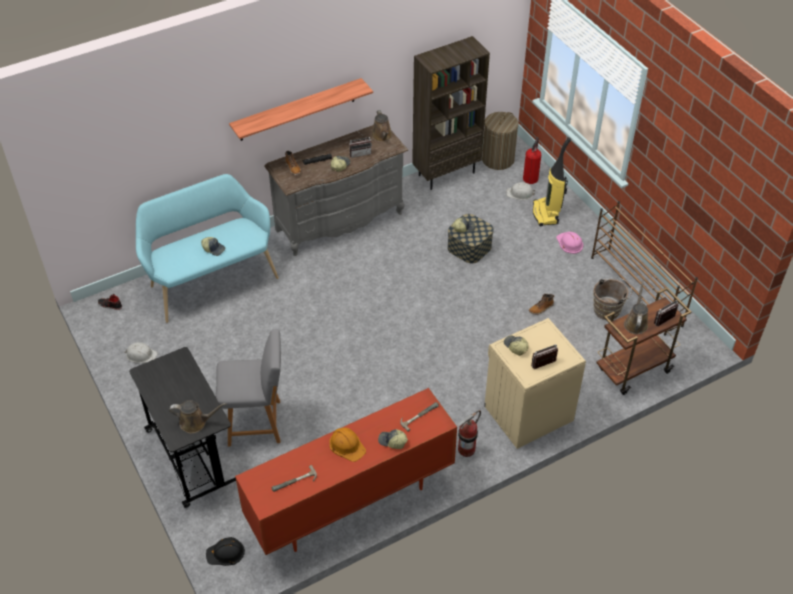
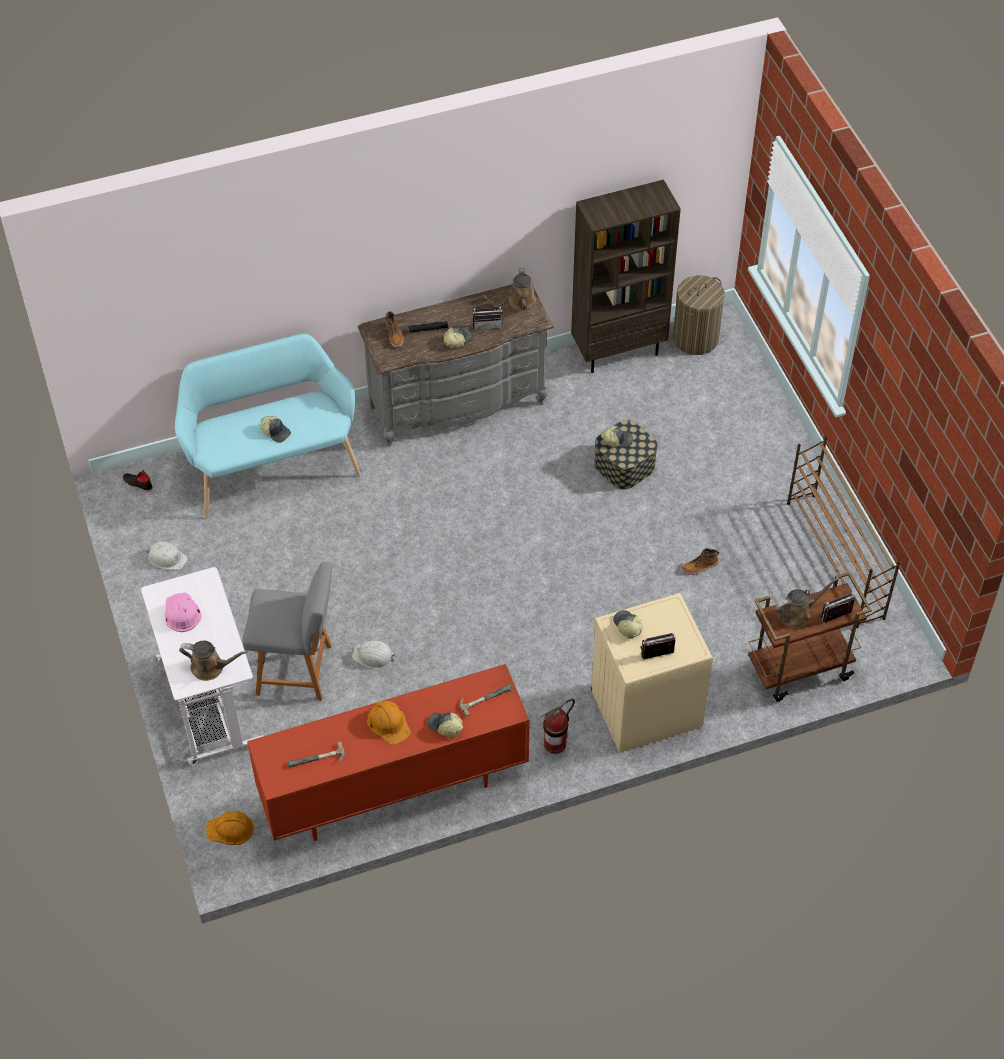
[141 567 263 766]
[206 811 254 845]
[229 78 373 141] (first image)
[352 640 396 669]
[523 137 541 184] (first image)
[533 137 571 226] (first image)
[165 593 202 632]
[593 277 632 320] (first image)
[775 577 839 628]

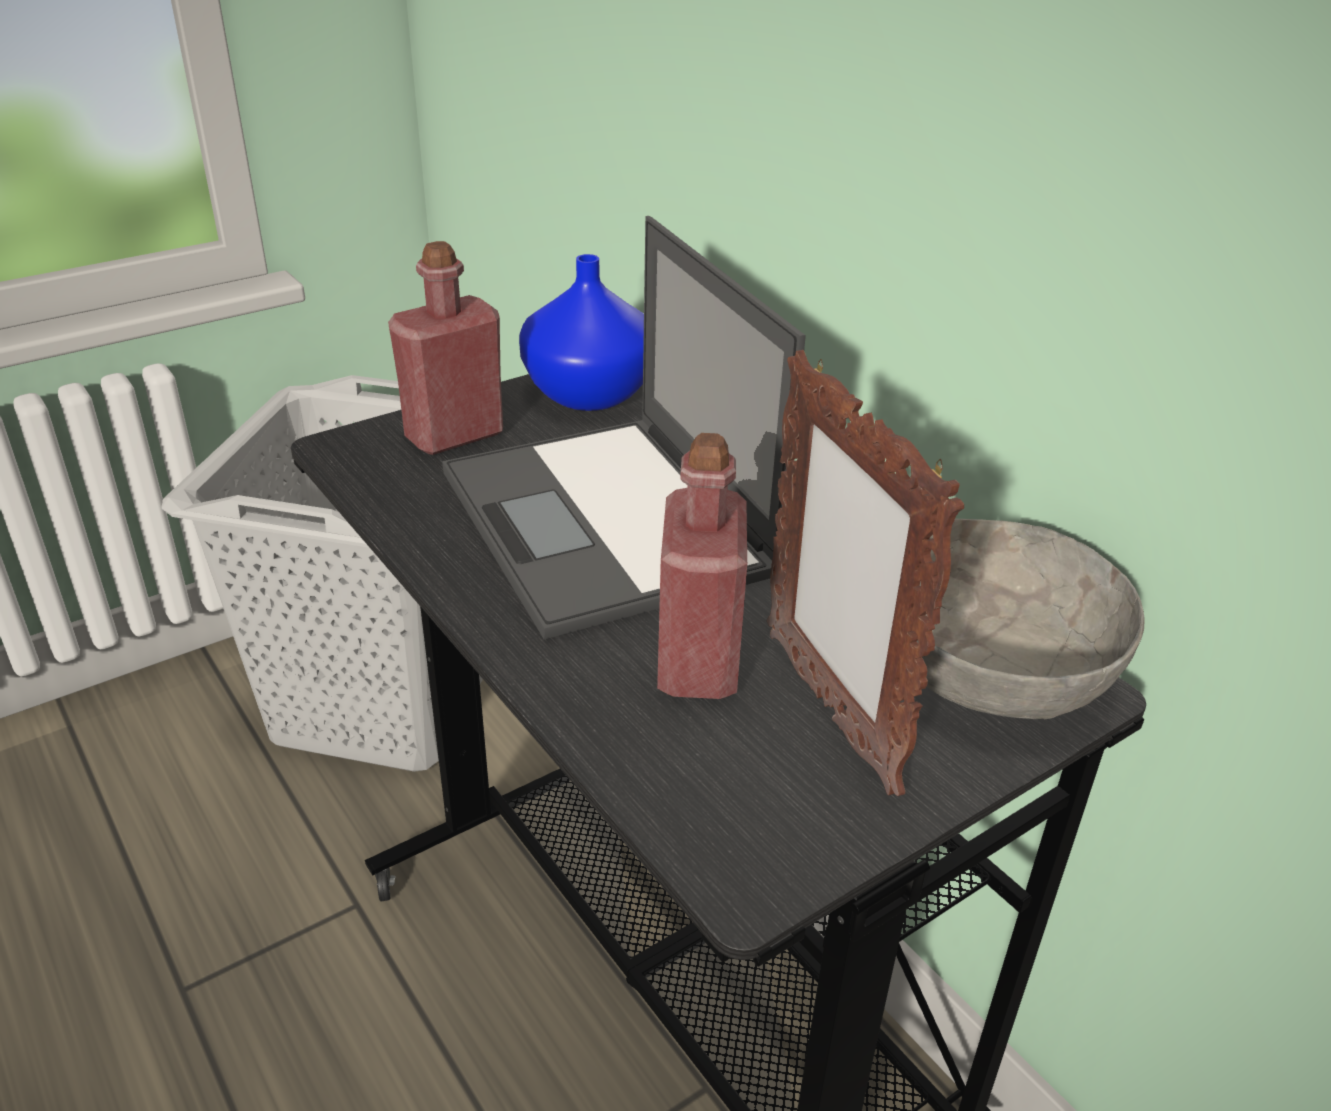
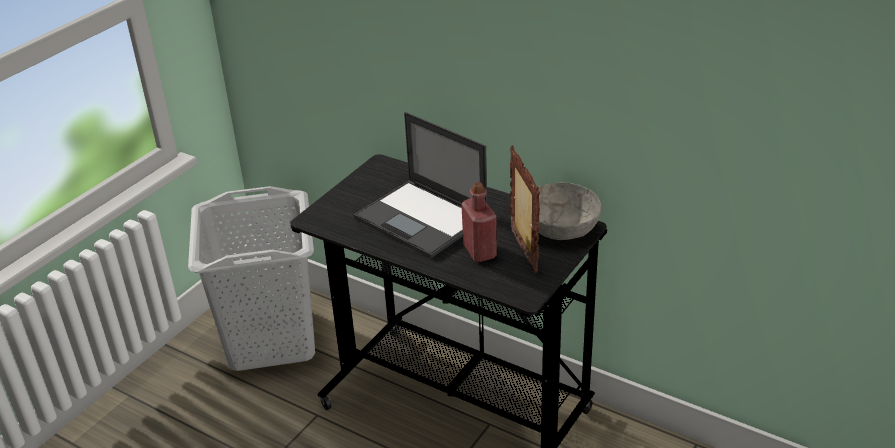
[388 241 503 455] (first image)
[519 254 644 411] (first image)
[510 145 540 273]

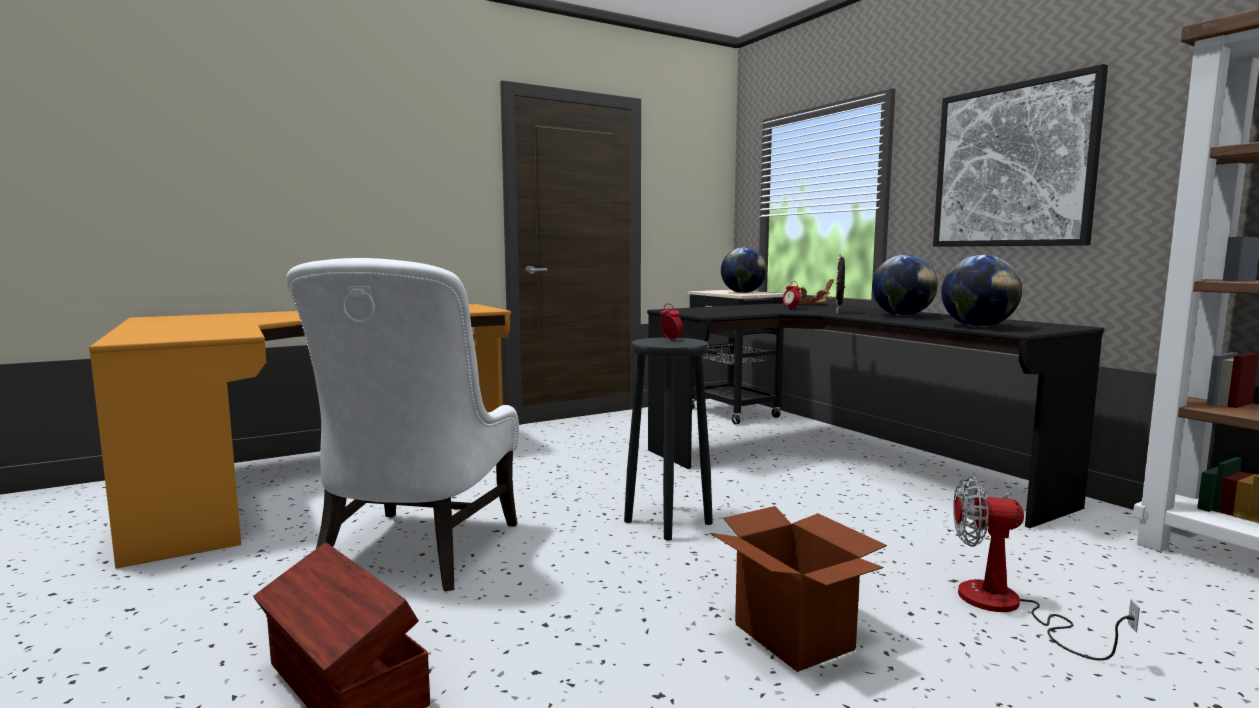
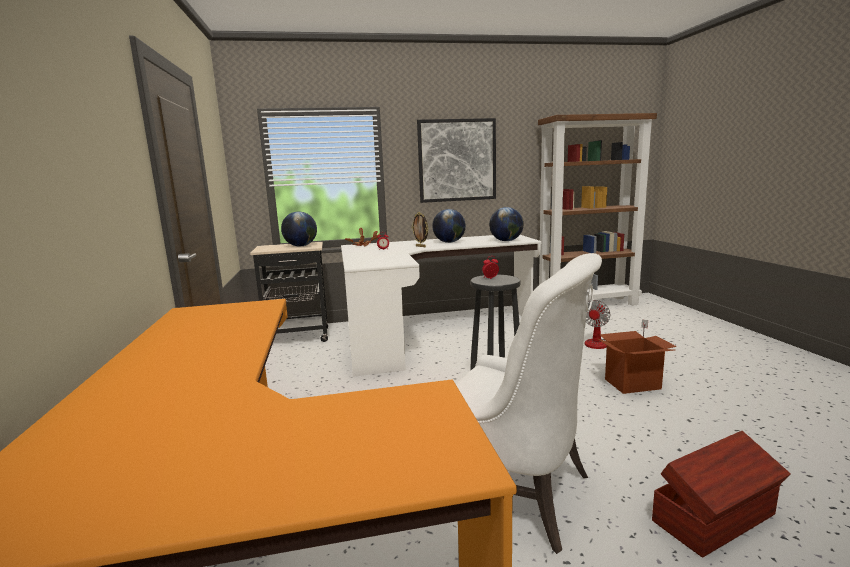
[341 235 542 377]

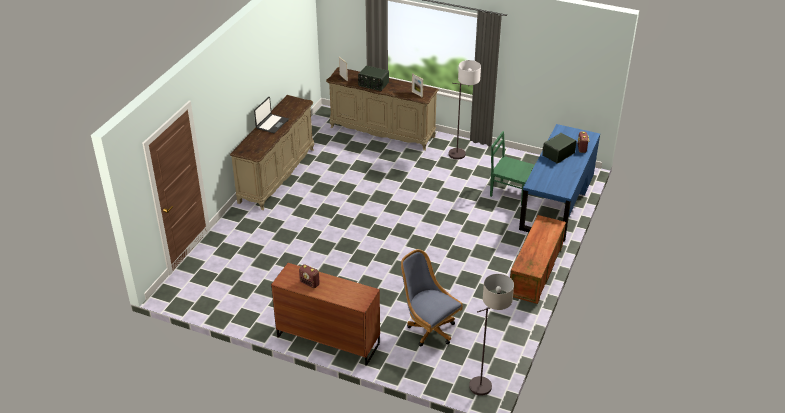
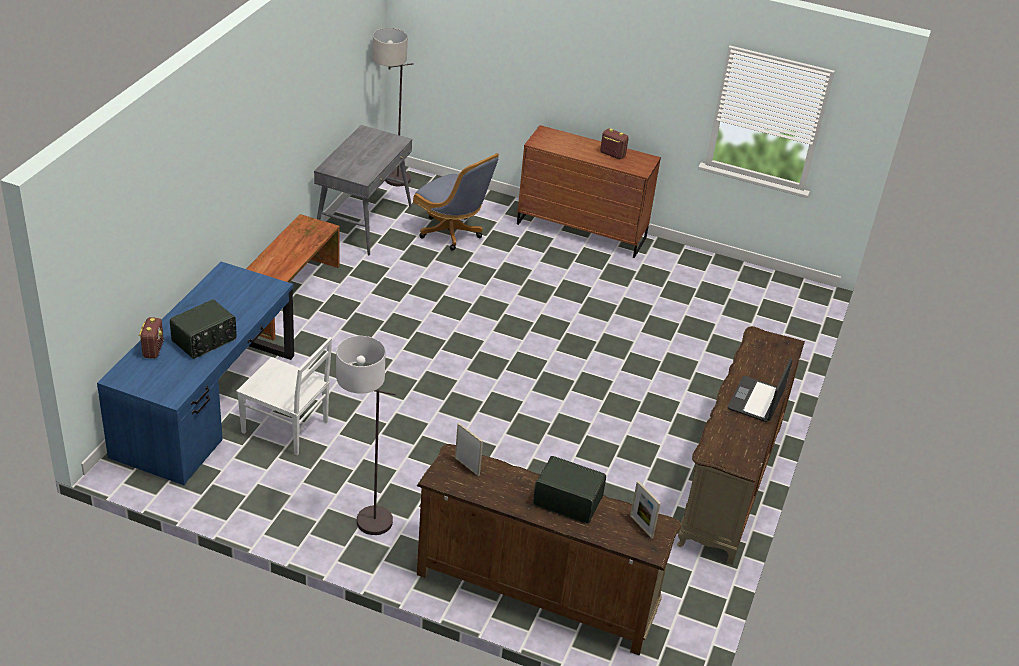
[236 337 332 455]
[314 125 412 255]

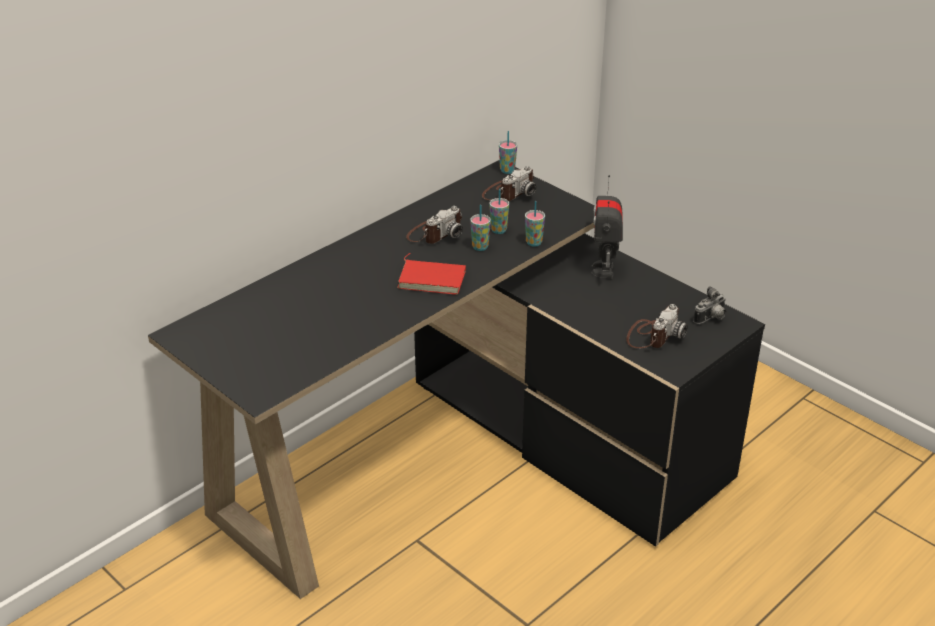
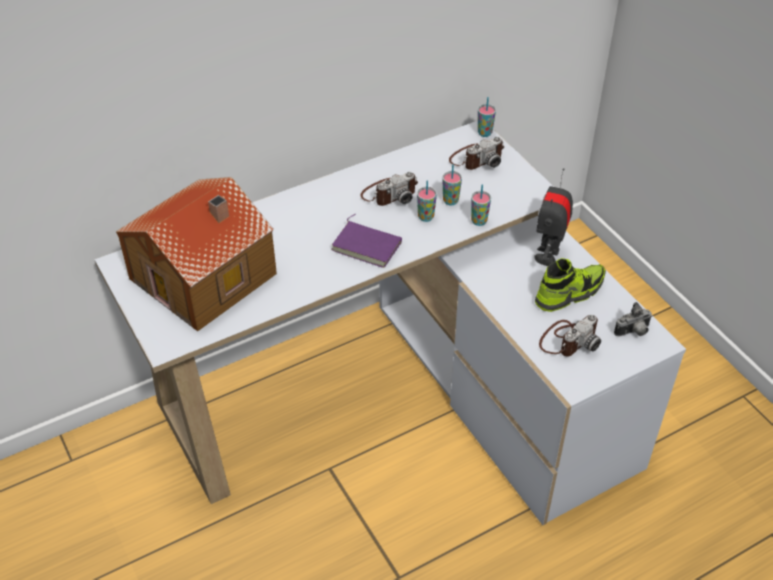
[95 121 686 525]
[331 214 402 268]
[116 177 277 331]
[535 258 606 312]

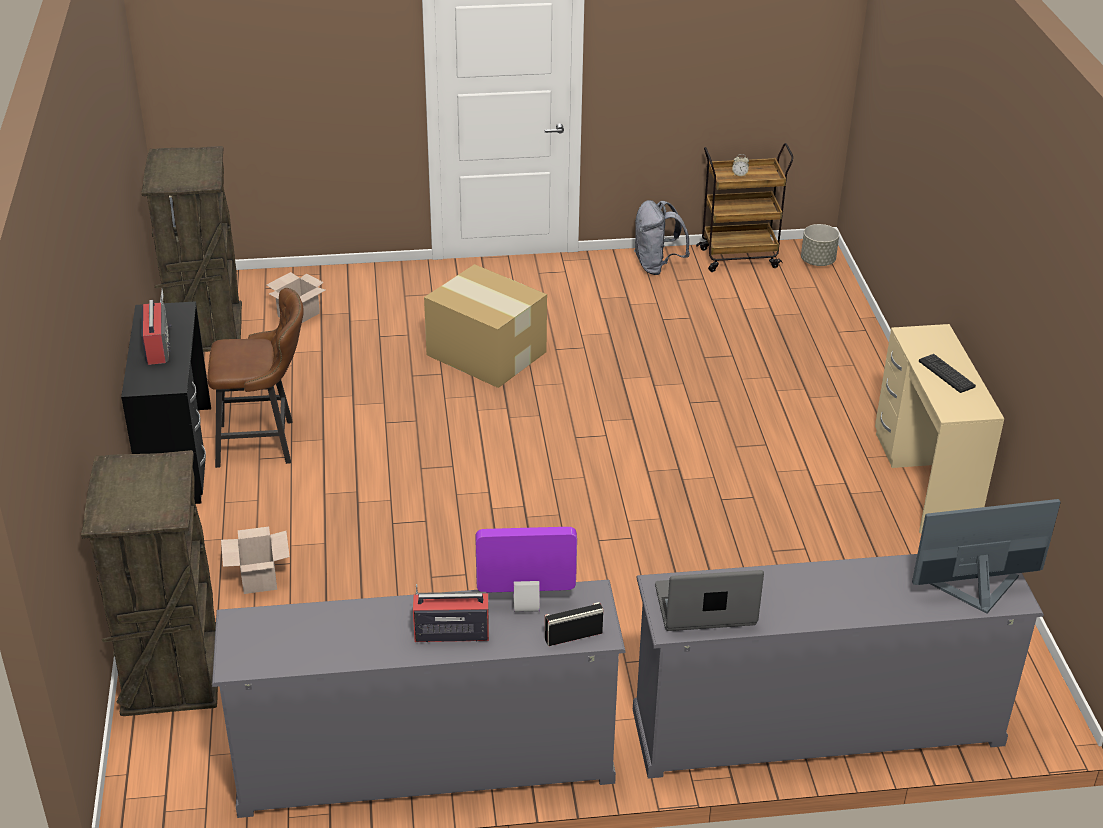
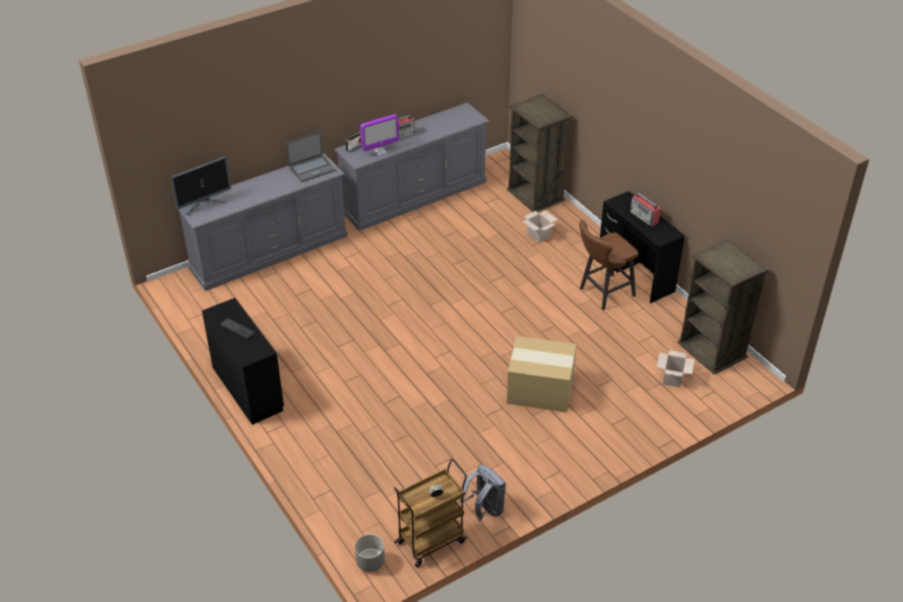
[202 298 284 425]

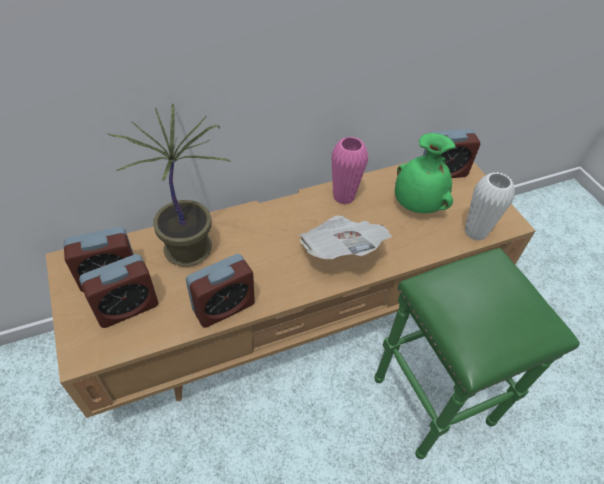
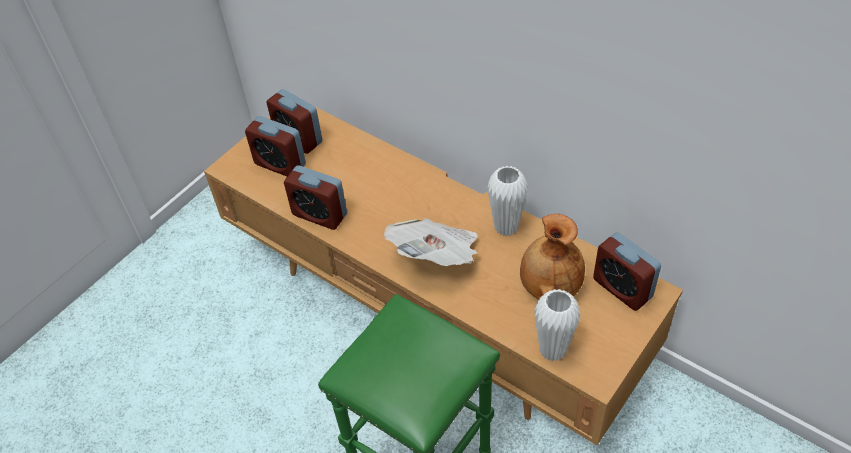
[107 104 231 267] (first image)
[487 166 528 236]
[520 214 585 299]

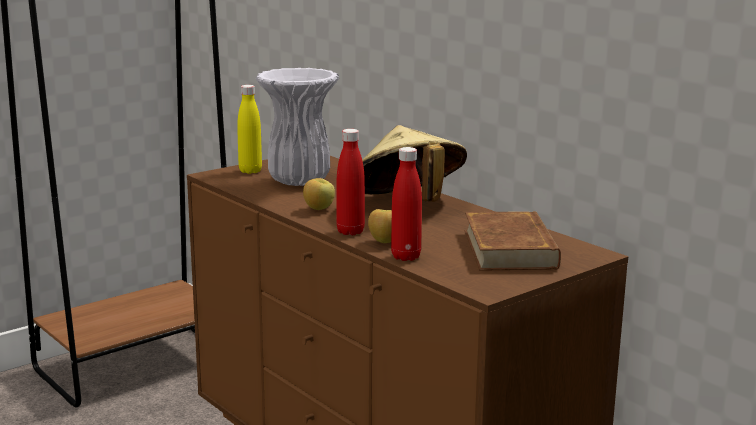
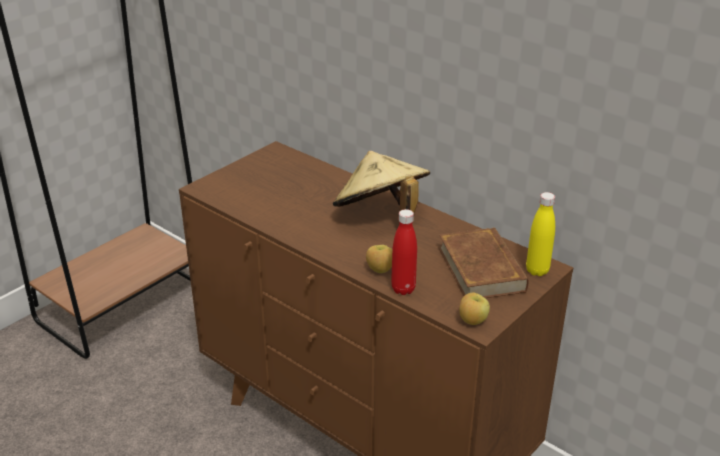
[526 192 555 276]
[256 68 339 186] (first image)
[459 293 490 325]
[337 129 365 235] (first image)

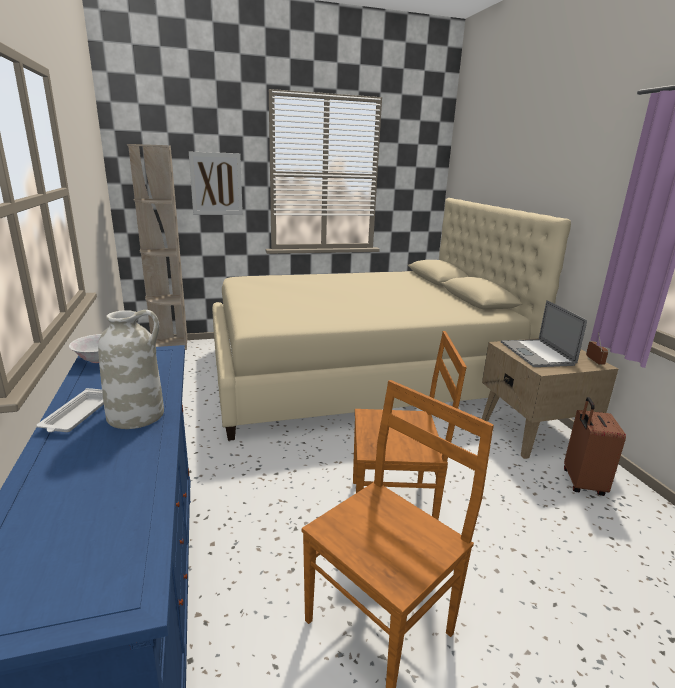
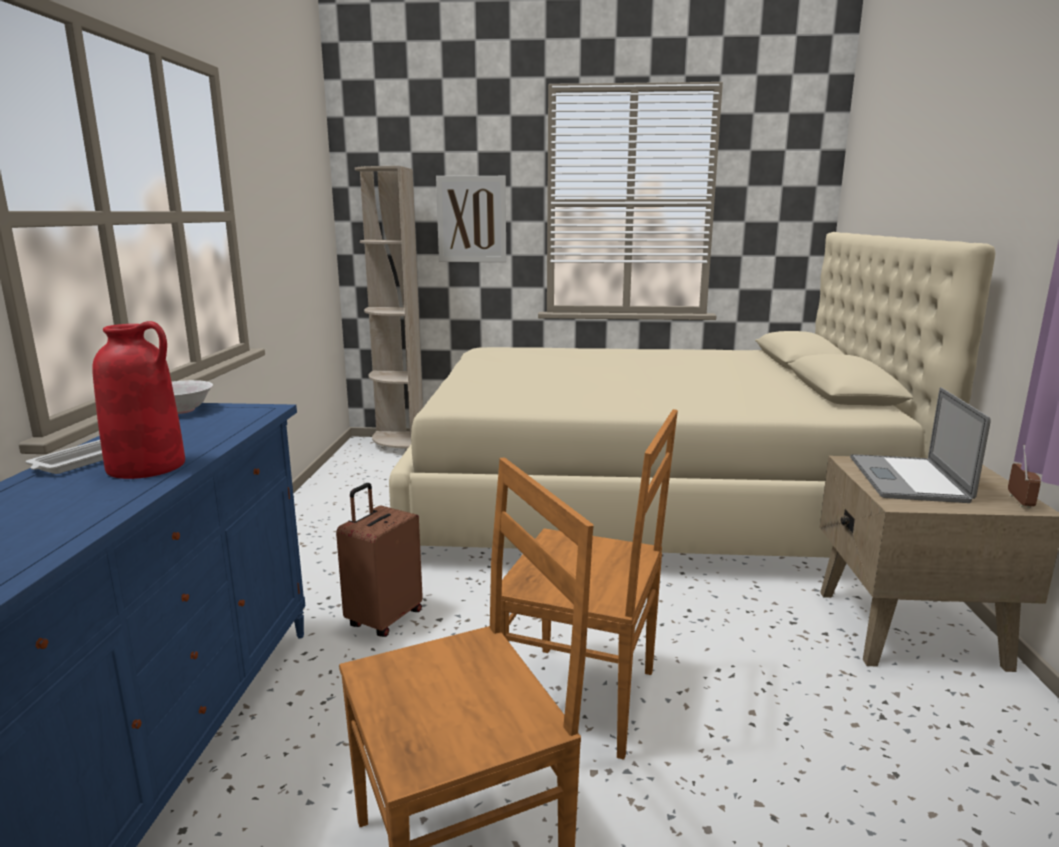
[92 321 185 479]
[336 483 423 637]

